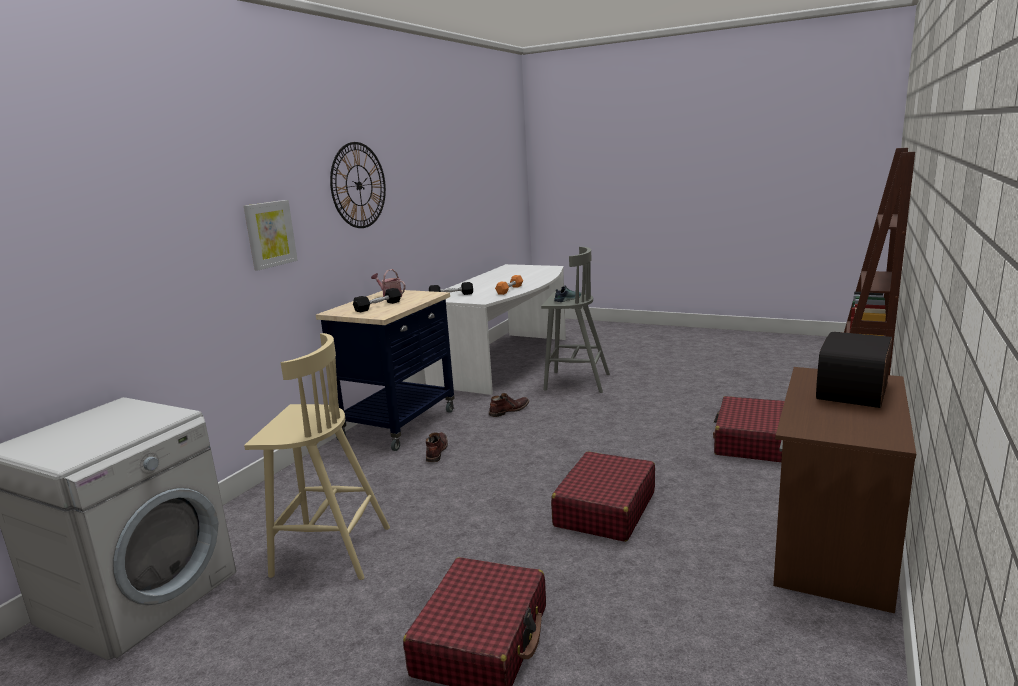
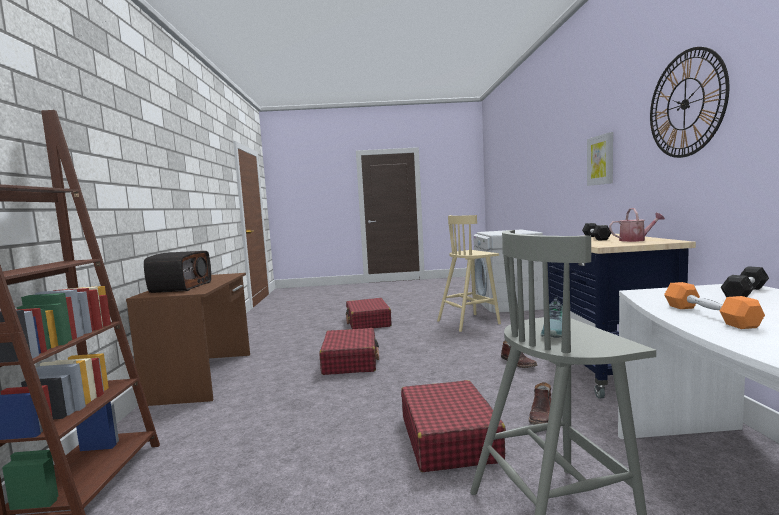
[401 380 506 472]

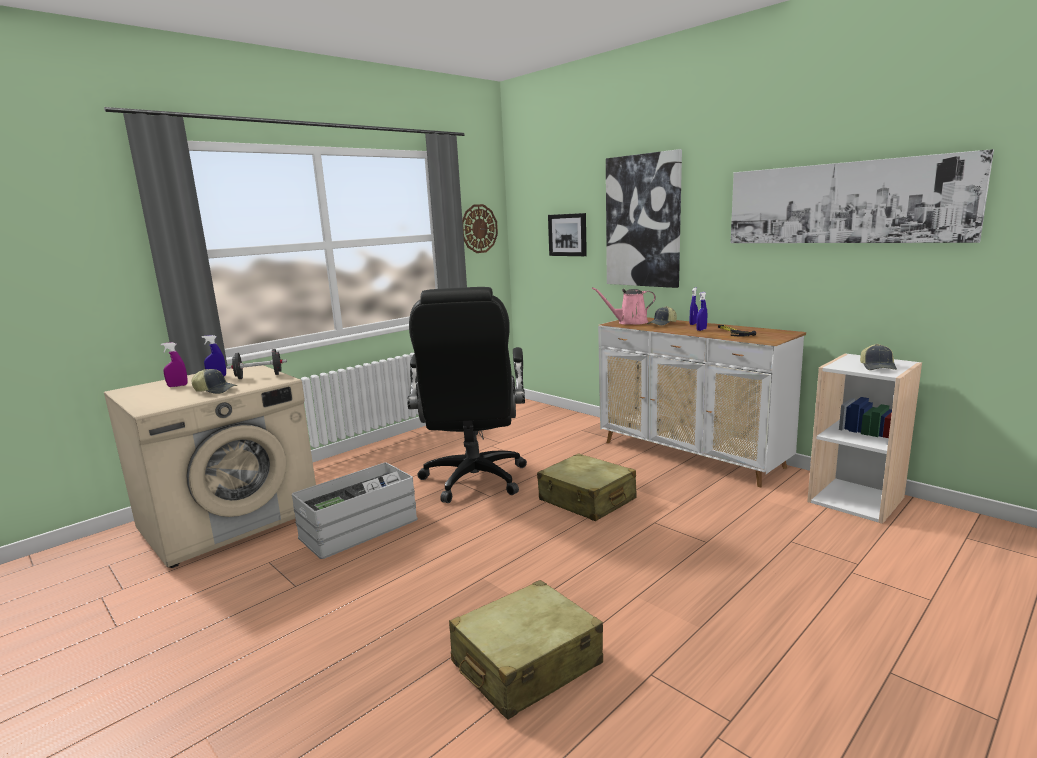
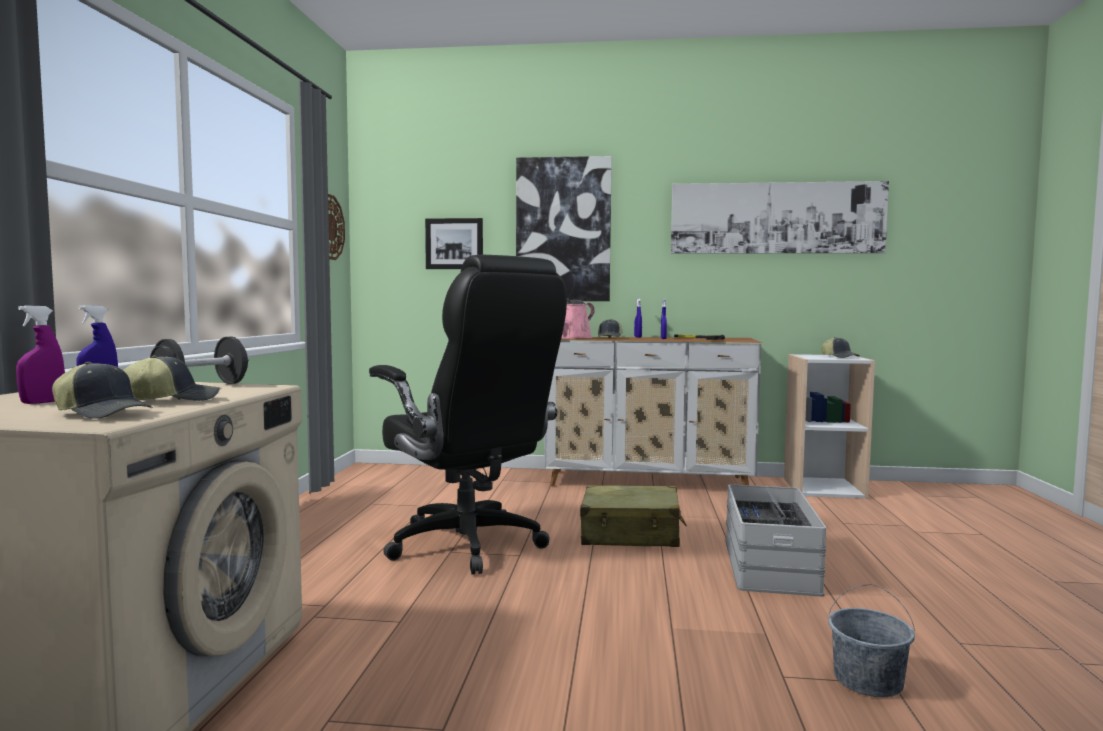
[725 484 826 597]
[828 584 915 697]
[52 362 153 419]

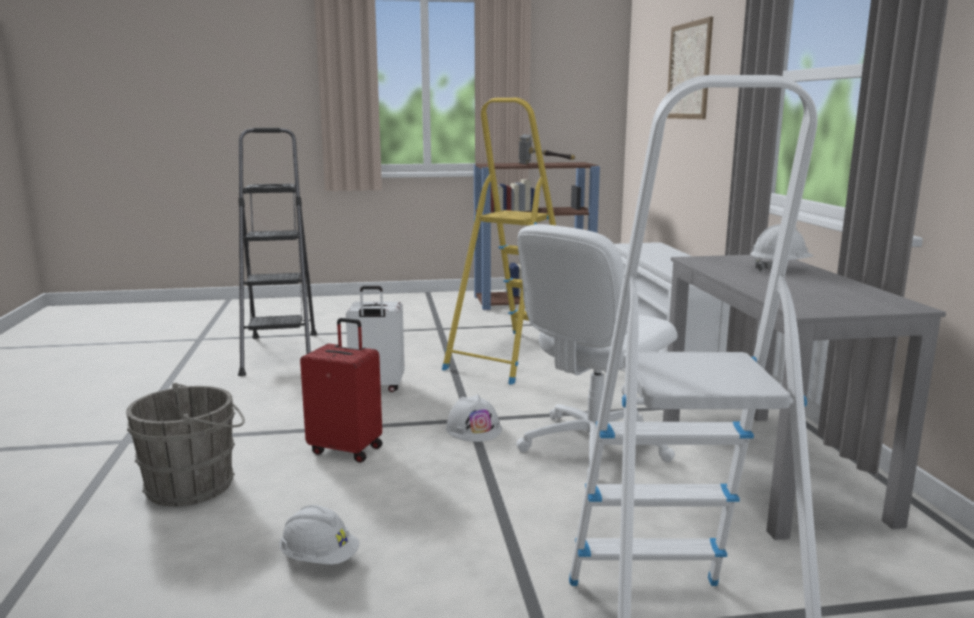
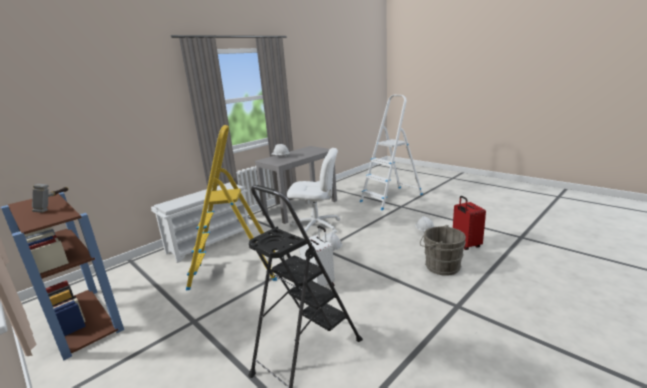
[453 196 486 250]
[667 17 713 119] (first image)

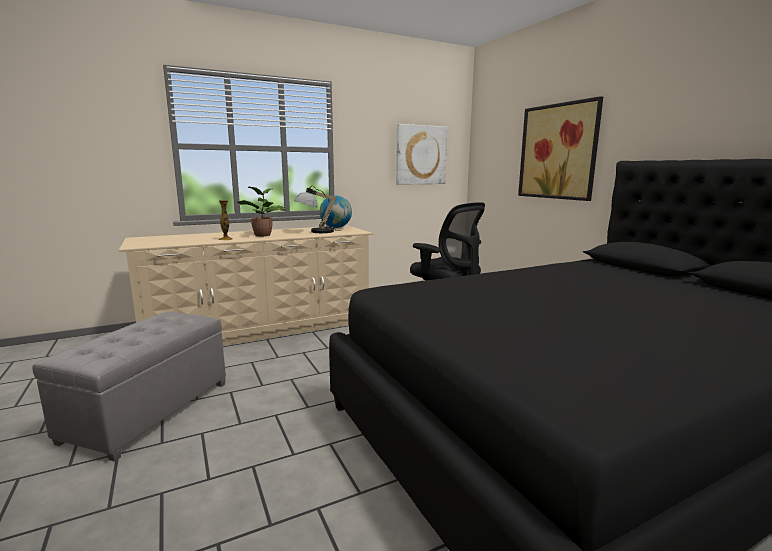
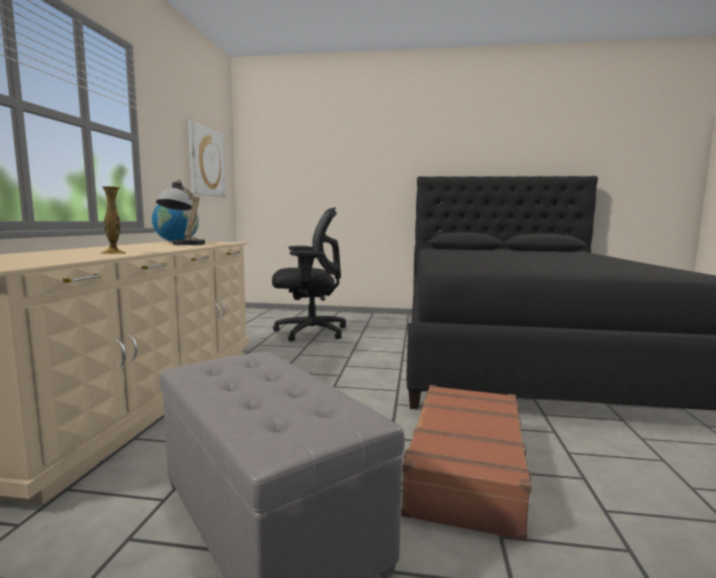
[237 187 286 236] (first image)
[518 96 603 201] (first image)
[401 385 532 541]

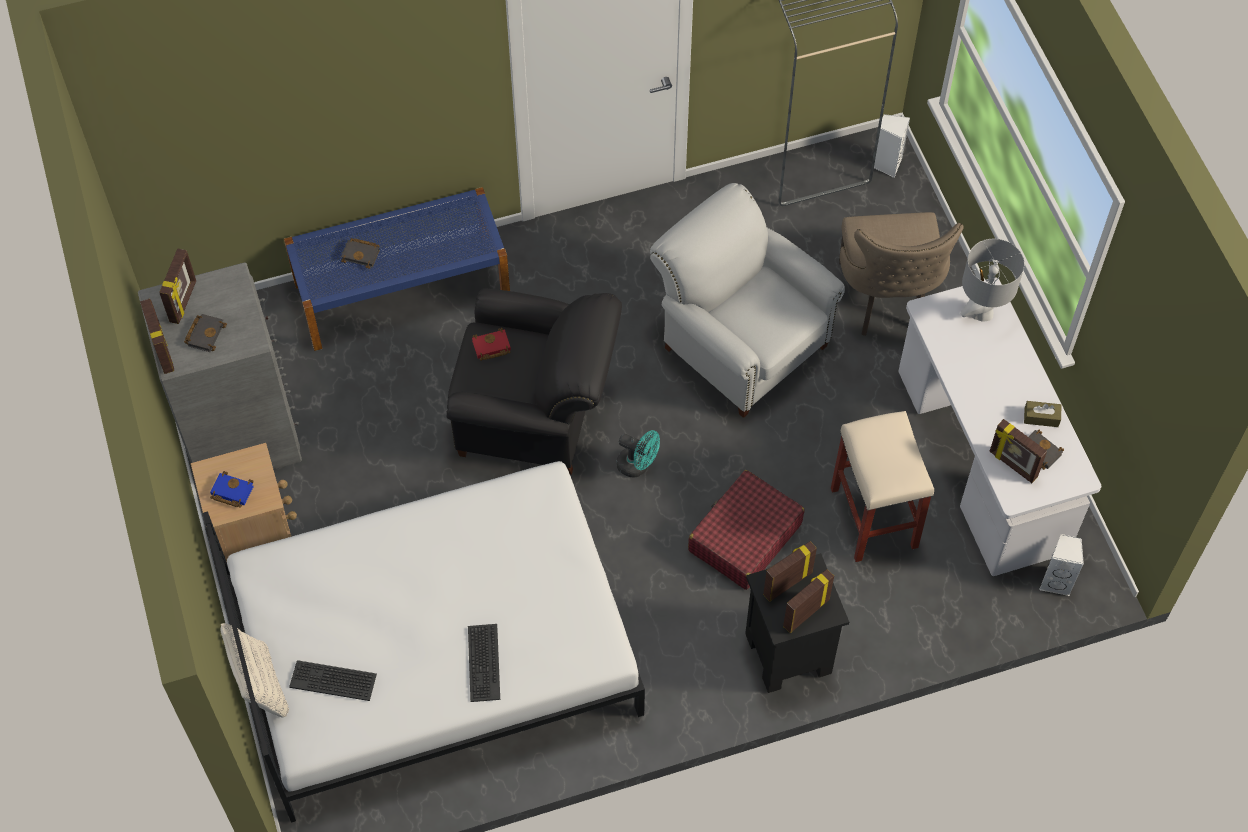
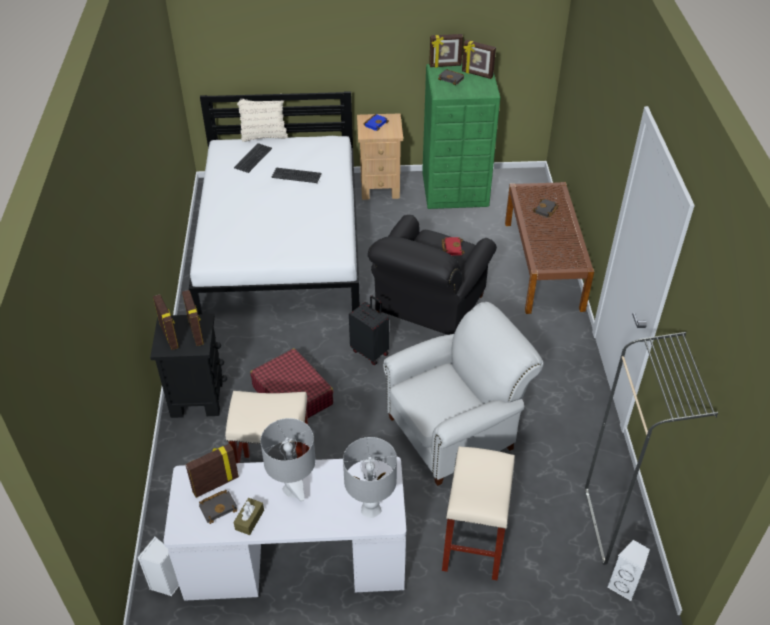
[422 63 500 209]
[505 182 594 314]
[271 168 322 183]
[349 295 389 365]
[442 446 515 580]
[260 418 316 501]

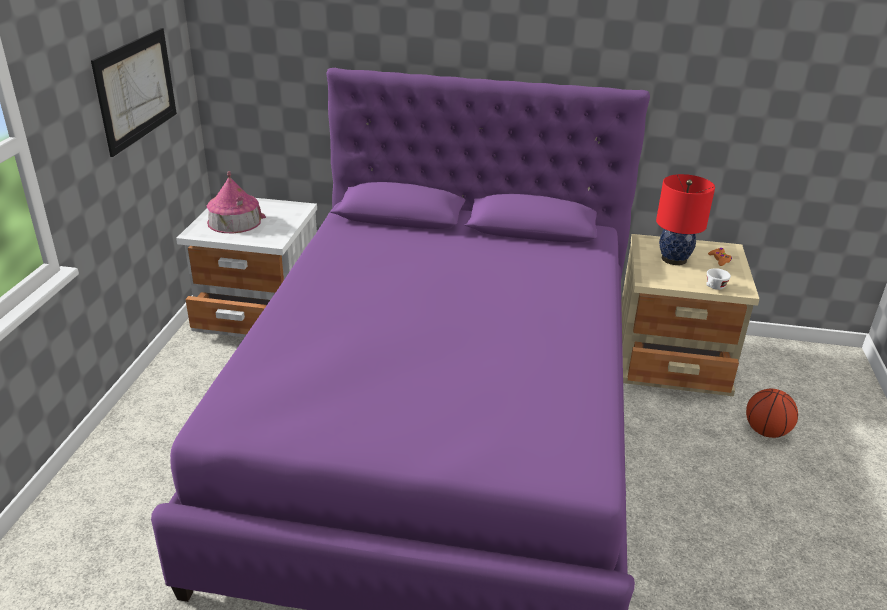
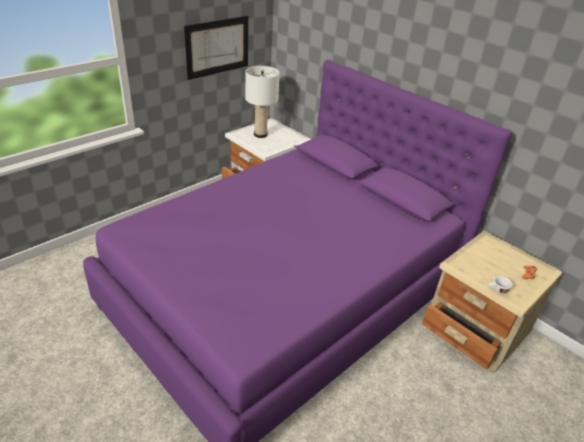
[245 66 280 138]
[656 174 715 265] (first image)
[746 389 798 438] (first image)

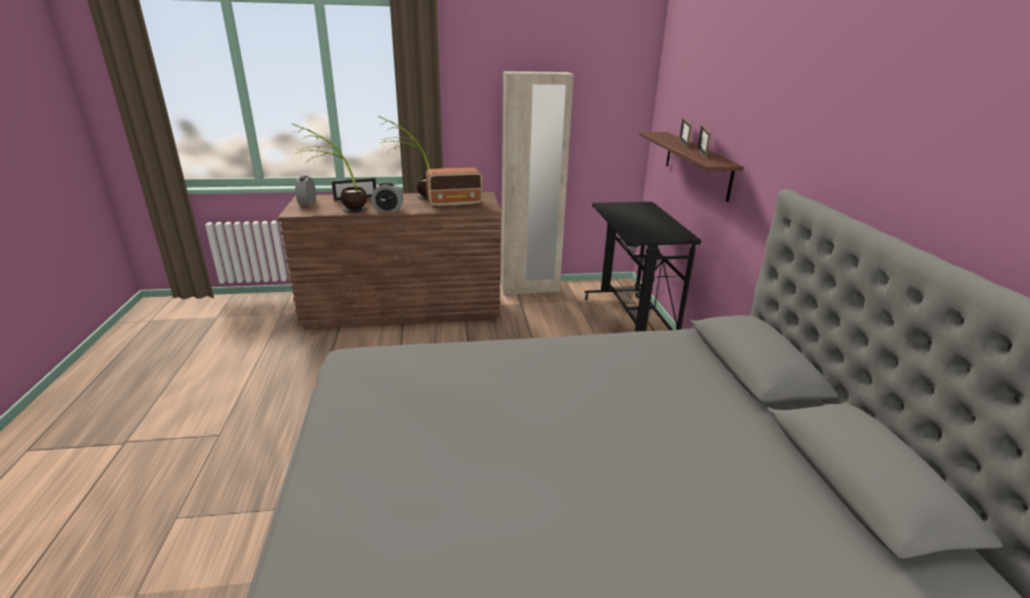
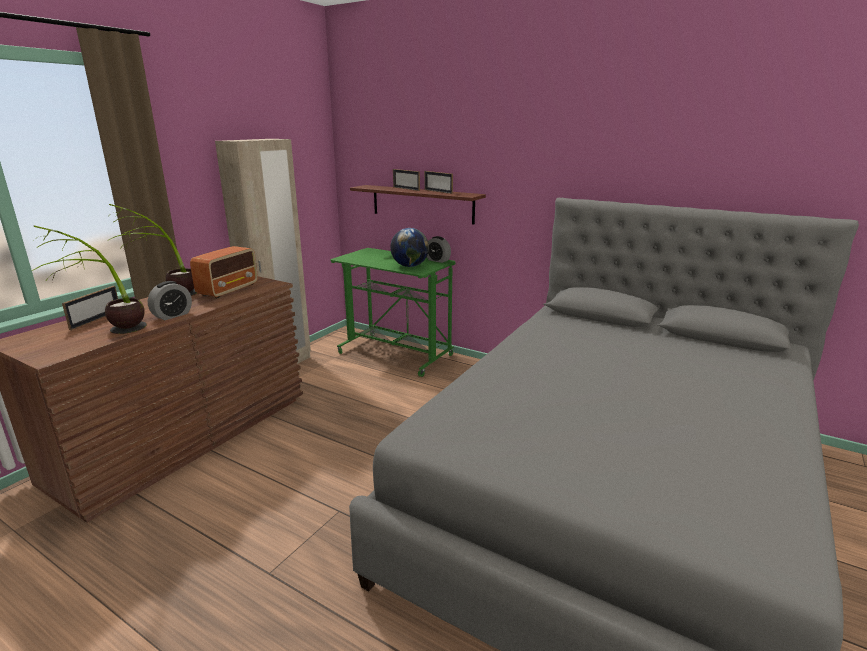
[427 236 451 263]
[330 248 456 377]
[390 228 429 267]

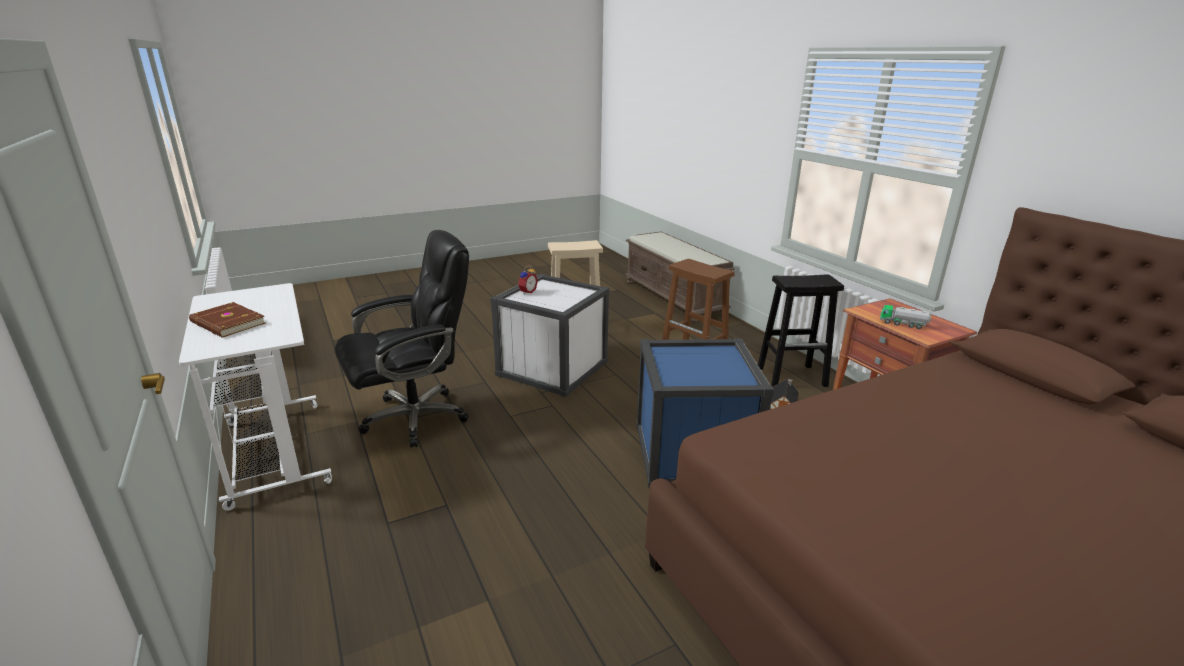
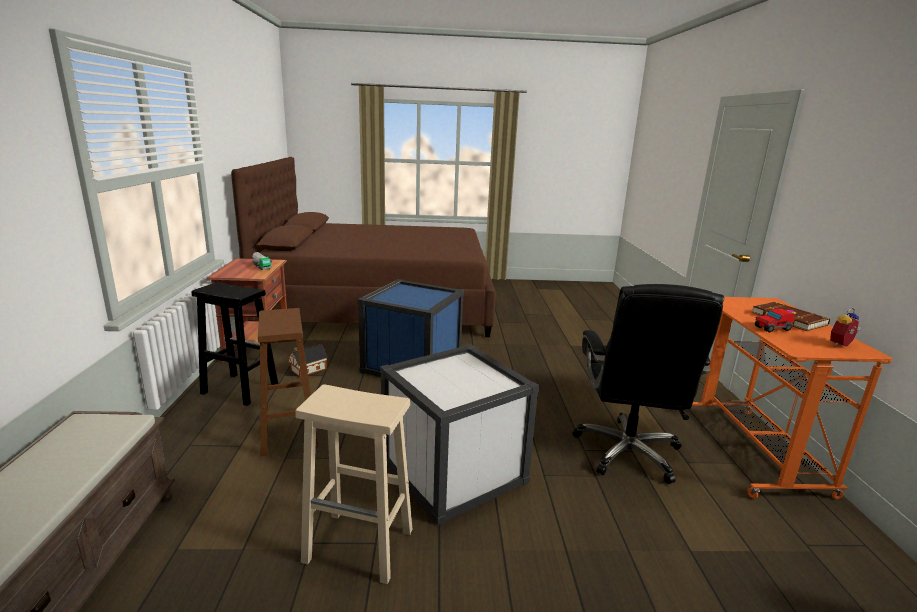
[683 297 892 499]
[572 284 724 484]
[830 308 862 347]
[755 309 795 332]

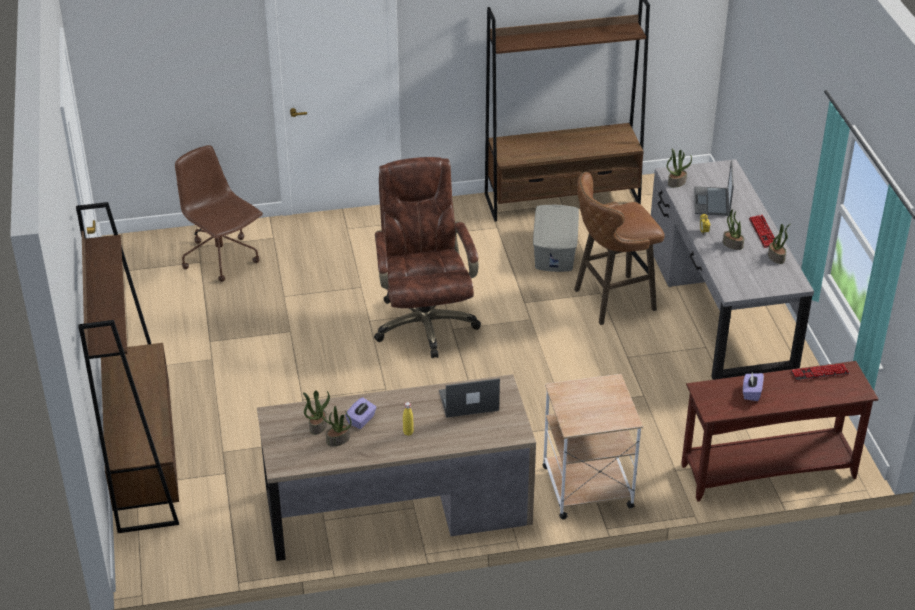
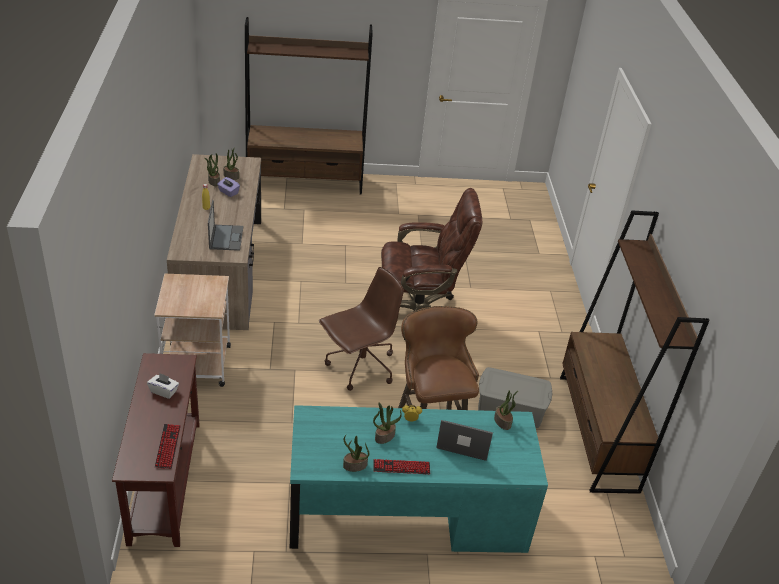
[319 267 404 391]
[290 405 548 553]
[147 373 179 399]

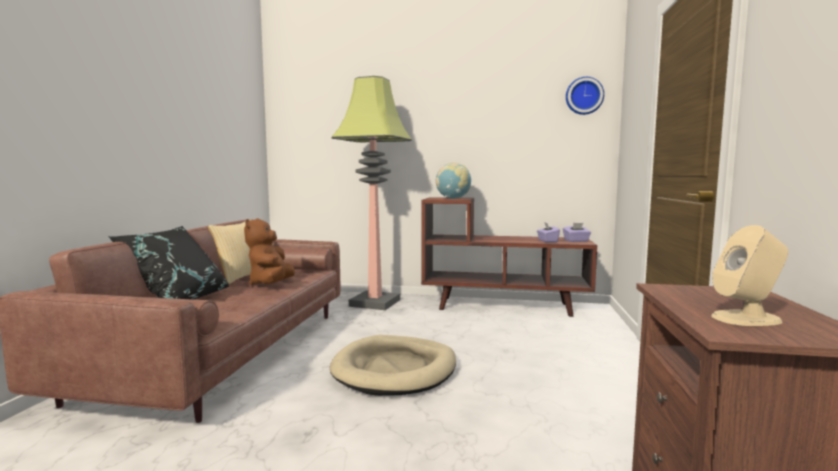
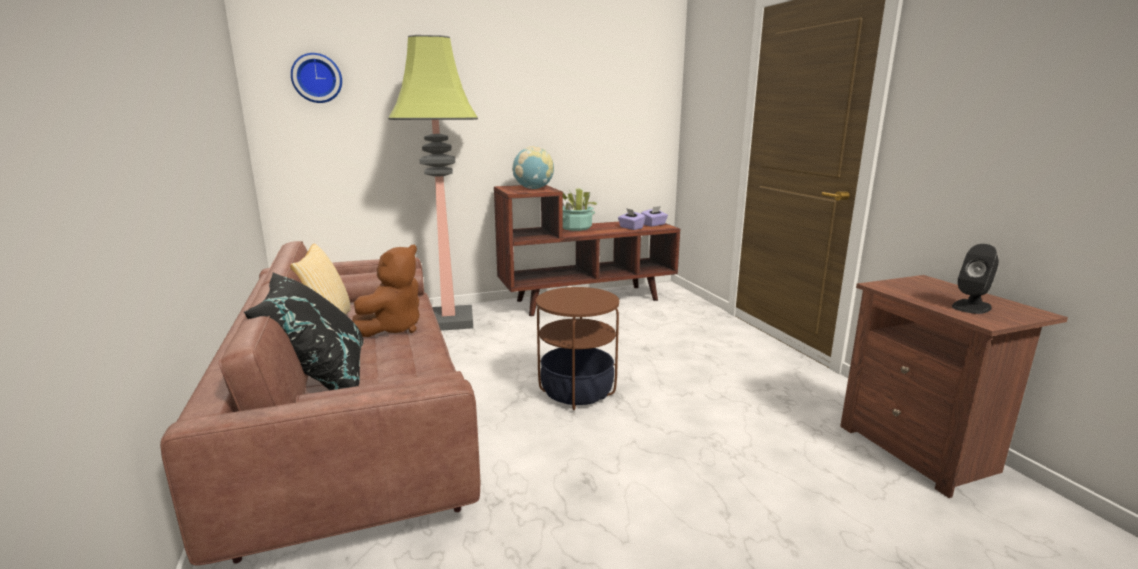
[352 245 420 337]
[536 287 619 410]
[291 53 342 103]
[952 244 999 314]
[563 188 598 231]

